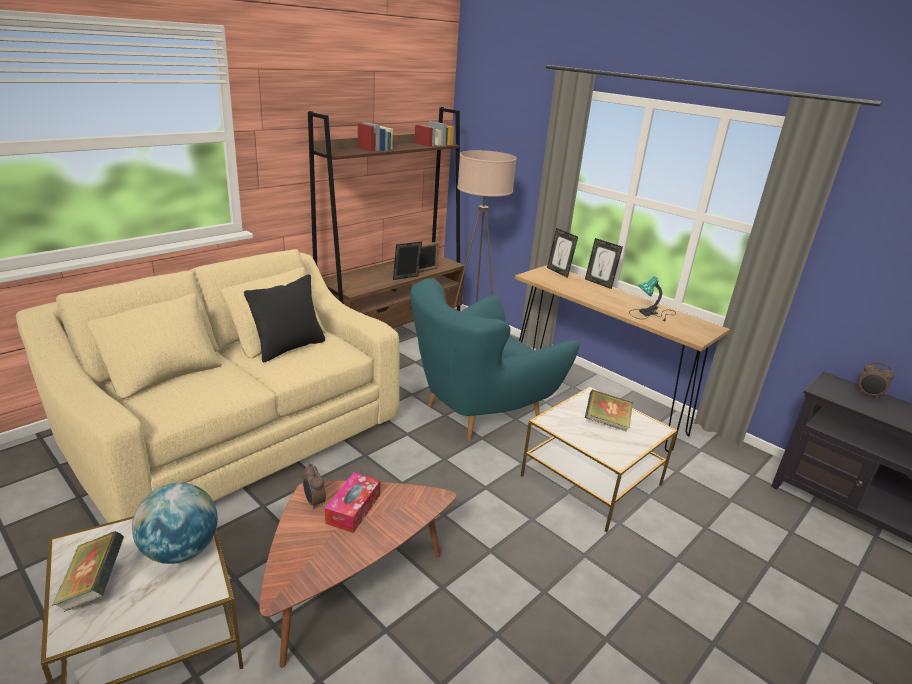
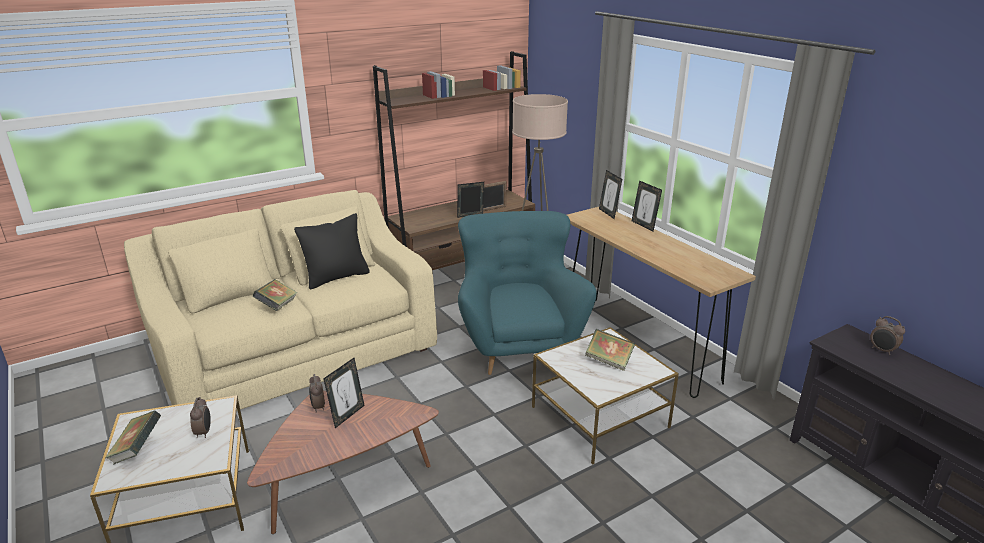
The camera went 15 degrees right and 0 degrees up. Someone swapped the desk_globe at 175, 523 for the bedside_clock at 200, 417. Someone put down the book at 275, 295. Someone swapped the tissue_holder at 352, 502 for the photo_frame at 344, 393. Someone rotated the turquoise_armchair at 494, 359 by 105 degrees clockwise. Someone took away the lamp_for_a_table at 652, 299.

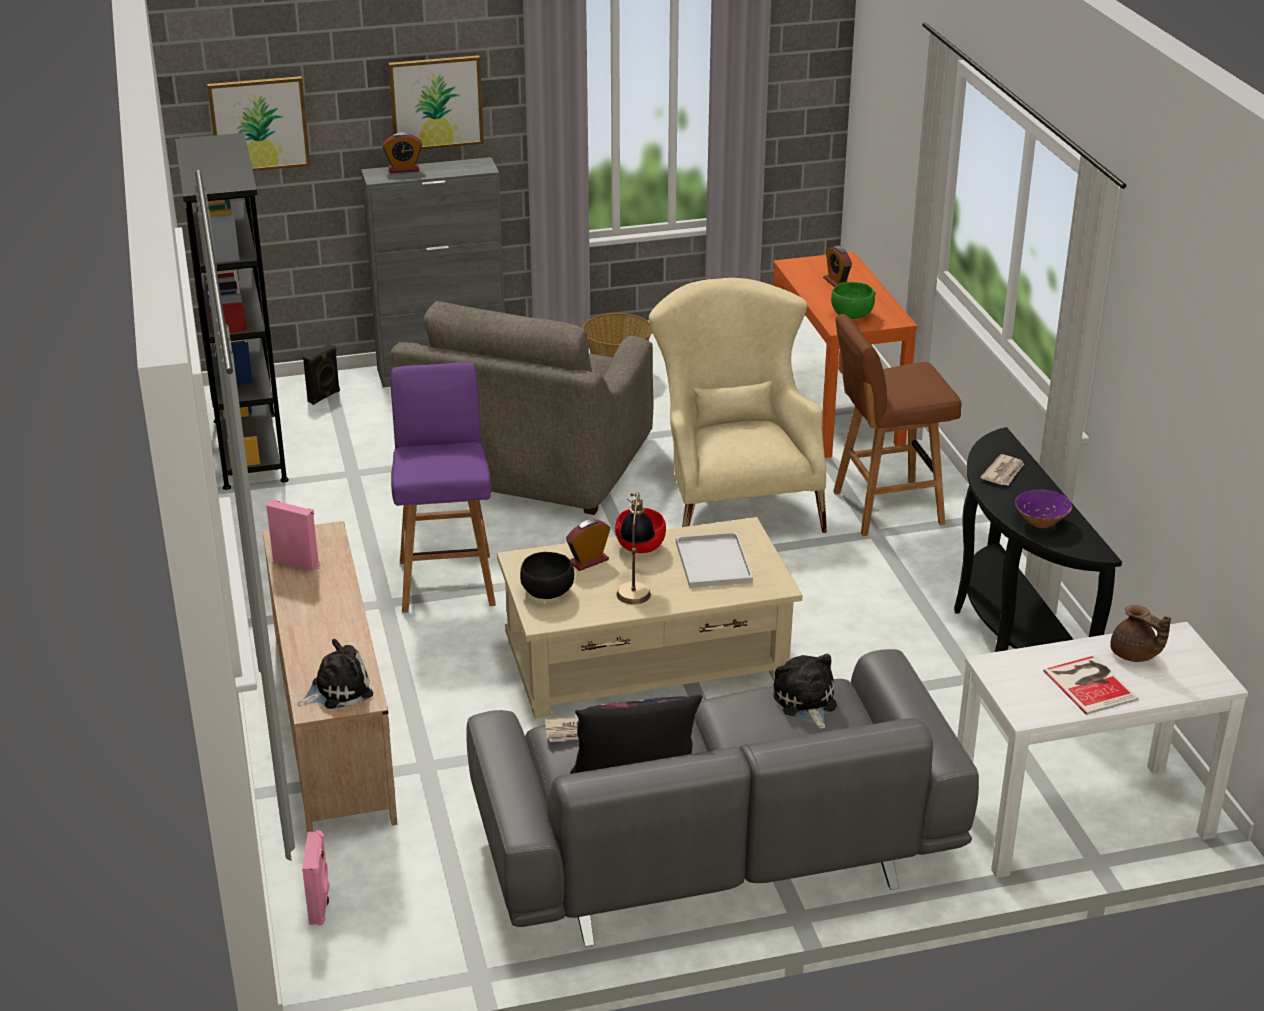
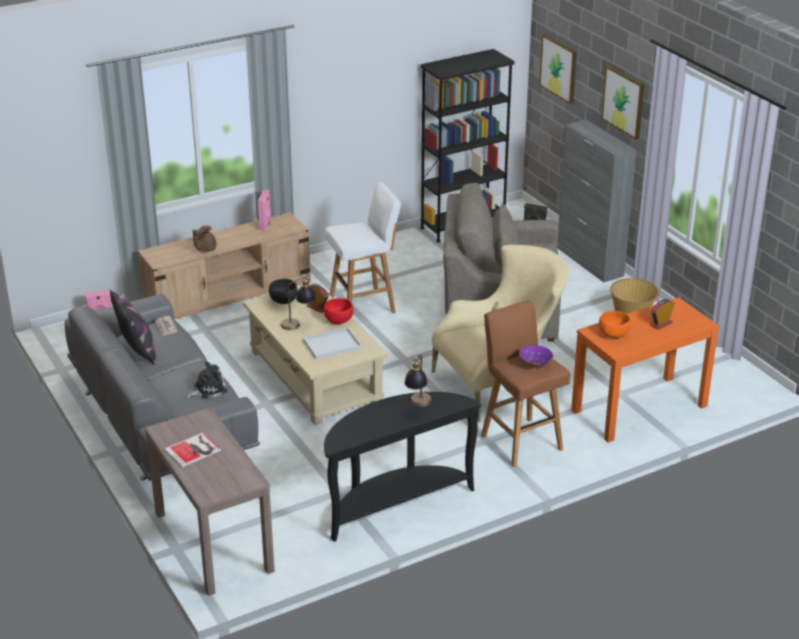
The camera went 75 degrees right and 0 degrees up. Someone repainted the white_narrow_table at 1102, 750, which became the brown_narrow_table at 210, 501. Someone carried the brown_pot_for_tea from 1140, 633 to 204, 239. Someone repainted the purple-coloured_stool at 443, 488, which became the white_stool at 363, 248. Someone swapped the printed_paper at 1002, 469 for the lamp_for_a_table at 418, 381. Someone carried the purple-coloured_serving_bowl from 1043, 509 to 536, 357. Someone repainted the green_serving_bowl at 853, 300, which became the orange-coloured_serving_bowl at 615, 324. Someone took away the soft_toy at 335, 674. Someone took away the bedside_clock at 402, 152.

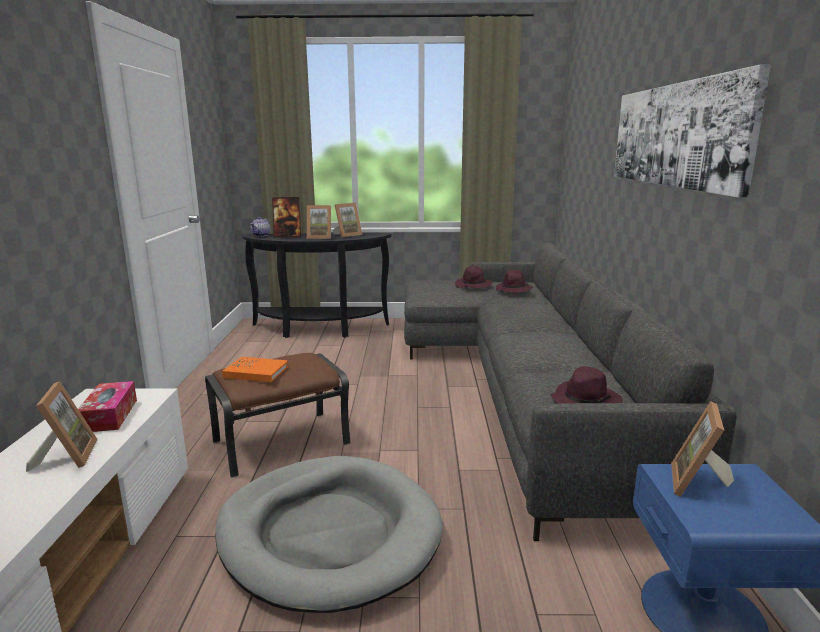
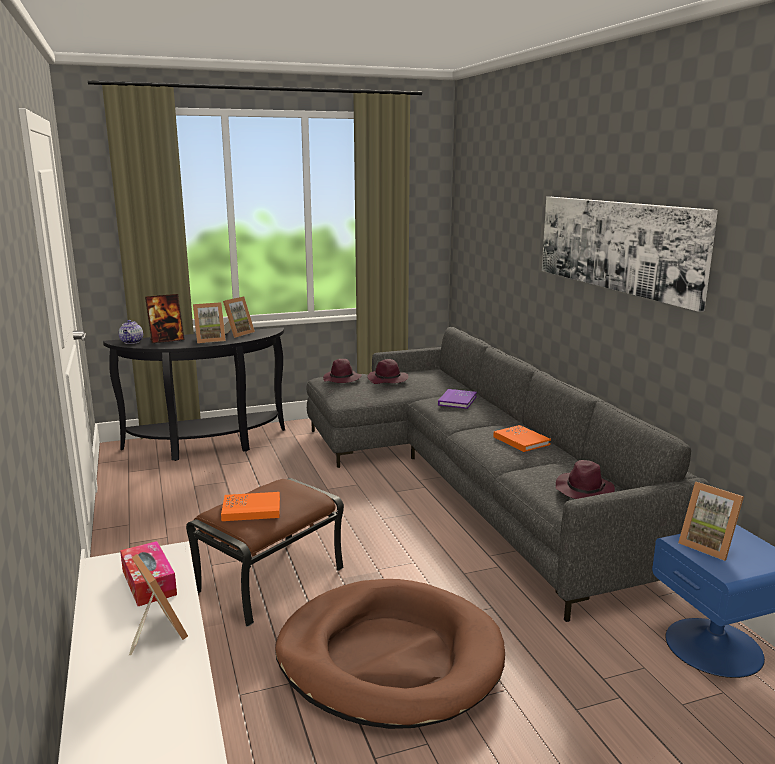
The camera went 20 degrees left and 0 degrees up. Someone repainted the gray_dog_bed at 329, 534, which became the brown_dog_bed at 390, 654. Someone carried the purple-coloured_hat from 514, 281 to 342, 371. Someone put down the purple-coloured_book at 457, 399. Someone put down the orange-coloured_book at 522, 438. Someone rotated the photo_frame at 702, 449 by 45 degrees counterclockwise.

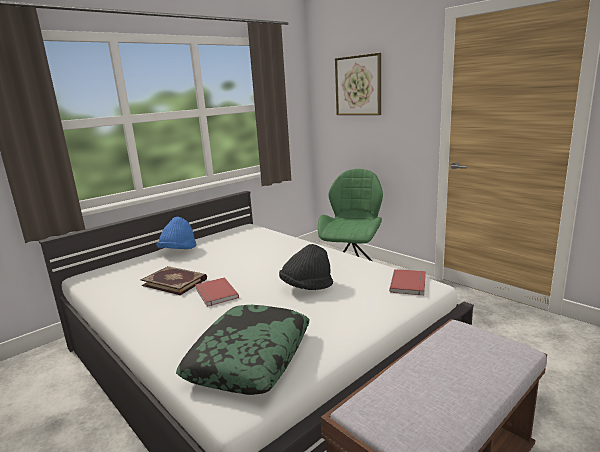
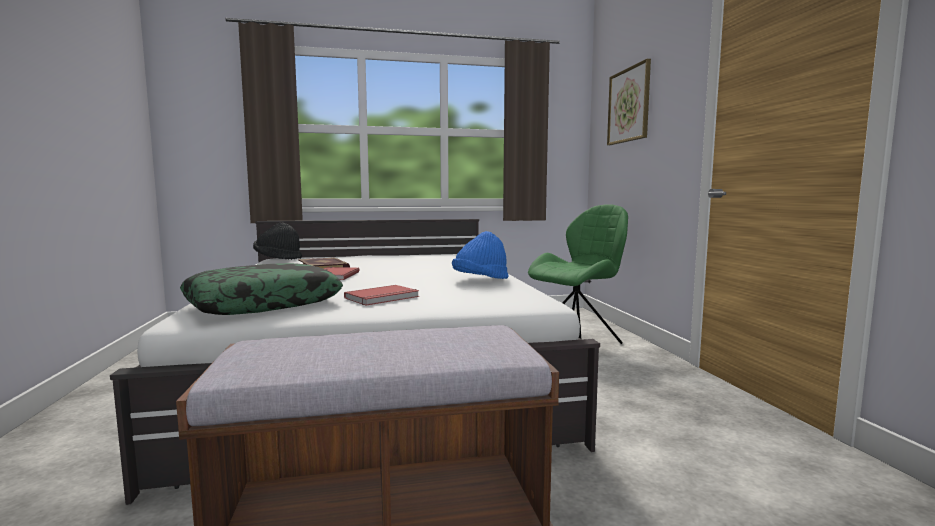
The camera went 30 degrees right and 10 degrees down. Someone carried the black-coloured_hat from 306, 267 to 277, 241. Someone carried the red_book from 407, 282 to 381, 295. Someone carried the bluish_hat from 176, 233 to 480, 255.

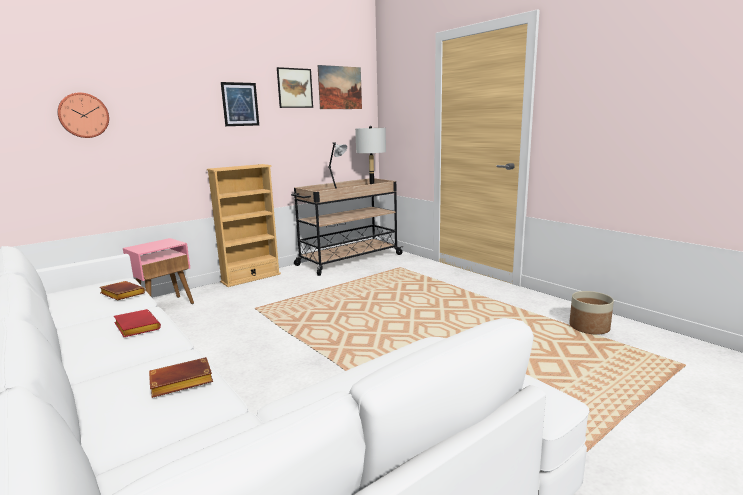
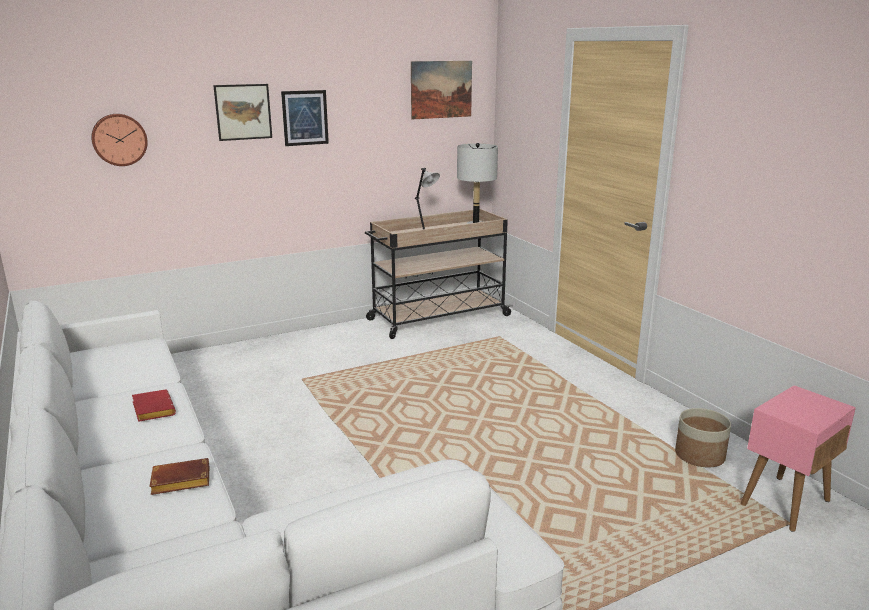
The camera went 10 degrees right and 5 degrees up. Someone carried the wall_picture from 295, 87 to 242, 112. Someone carried the pink_accent_table from 158, 271 to 798, 458. Someone took away the brown_book at 122, 290. Someone took away the sand-coloured_shelving_unit at 244, 225.

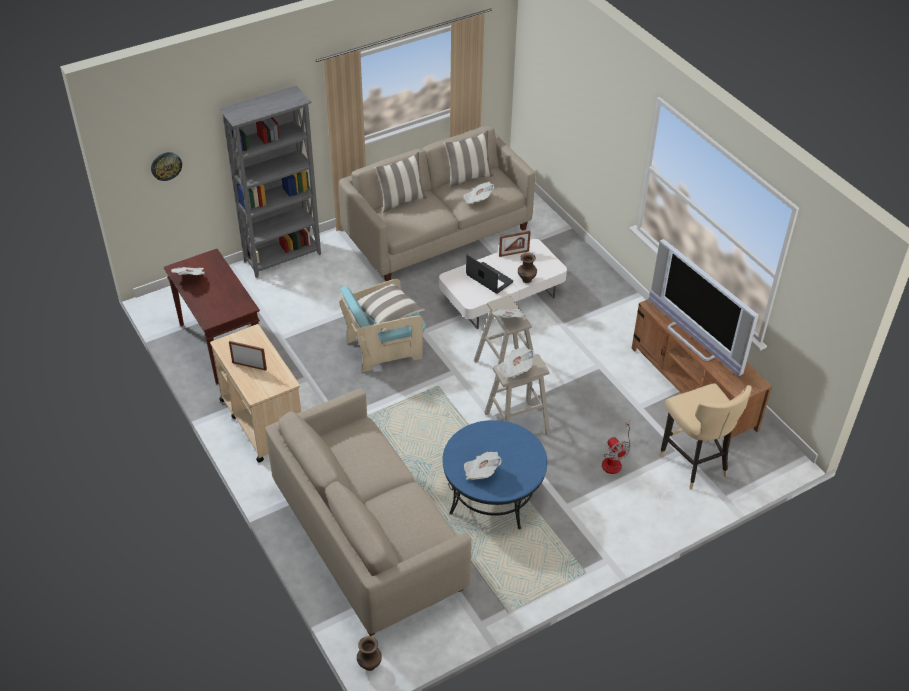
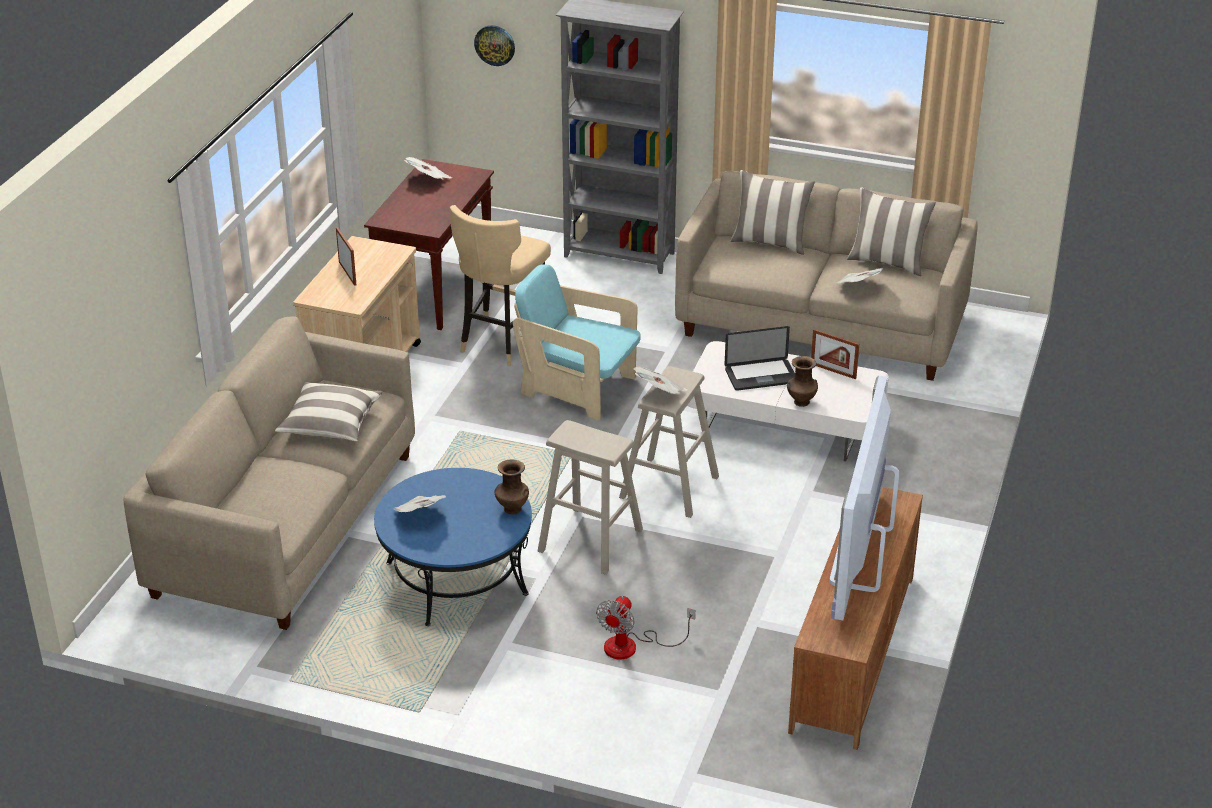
The camera went 50 degrees right and 10 degrees down. Someone carried the throw_pillow from 390, 308 to 328, 411. Someone carried the sand-coloured_stool from 705, 436 to 500, 285. Someone carried the brown_decorative_vase from 369, 653 to 511, 487. Someone rotated the notebook_computer at 489, 274 by 75 degrees clockwise. Someone took away the printed_paper at 515, 363.

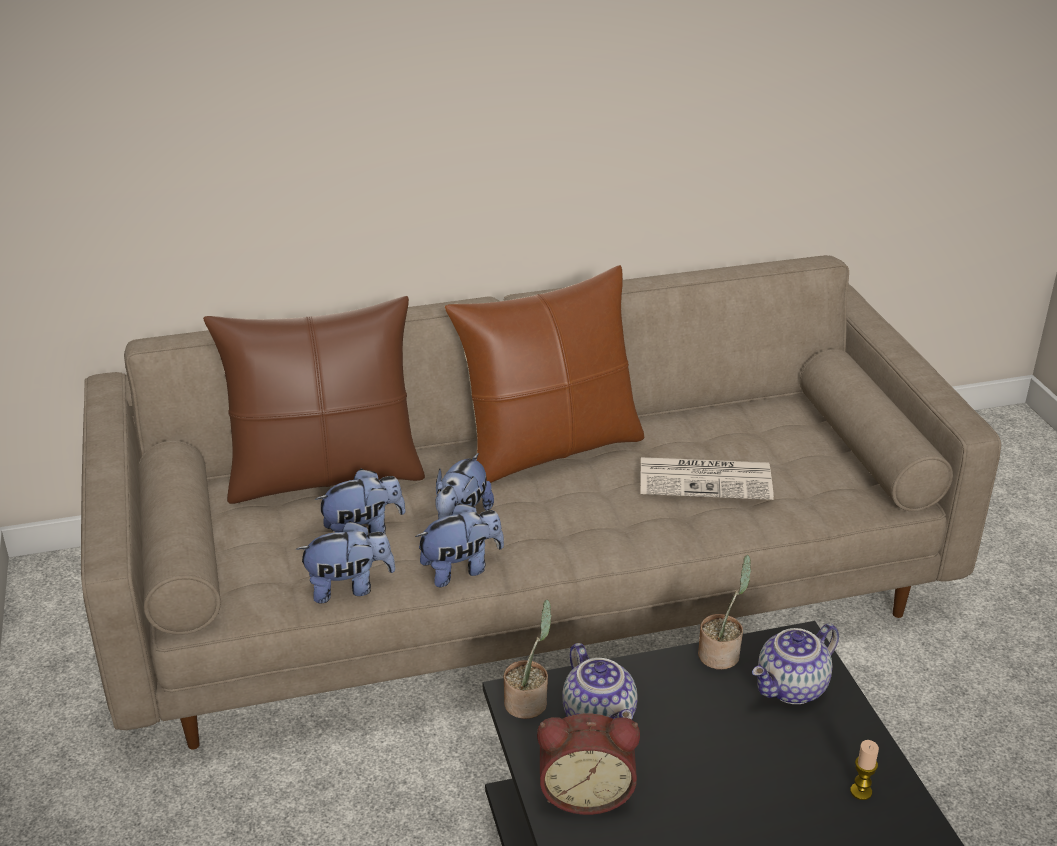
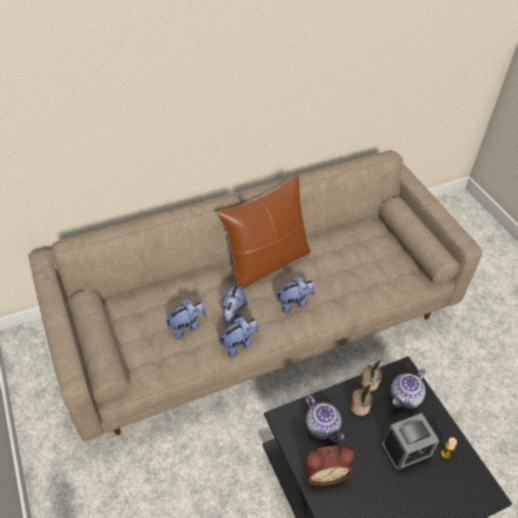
The camera went 10 degrees left and 15 degrees up. Someone carried the soft_toy from 346, 562 to 295, 295. Someone carried the potted_plant from 528, 659 to 364, 392. Someone put down the bedside_clock at 410, 442. Someone took away the brown_throw_pillow at 314, 400. Someone took away the printed_paper at 707, 478.

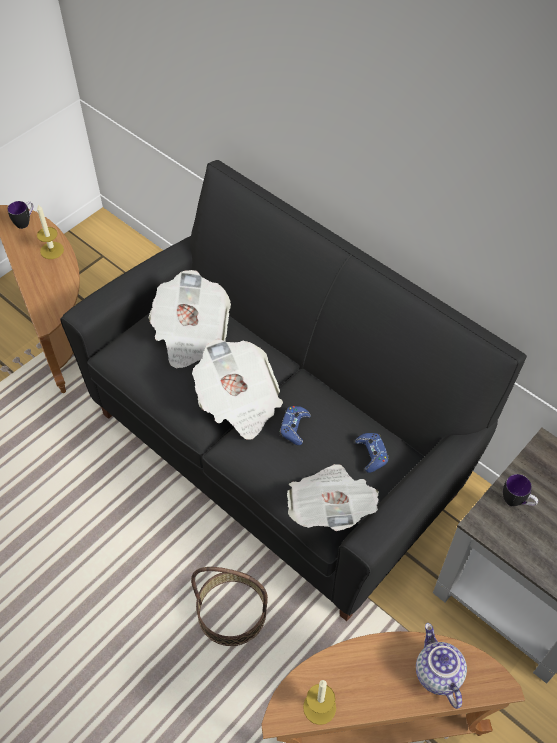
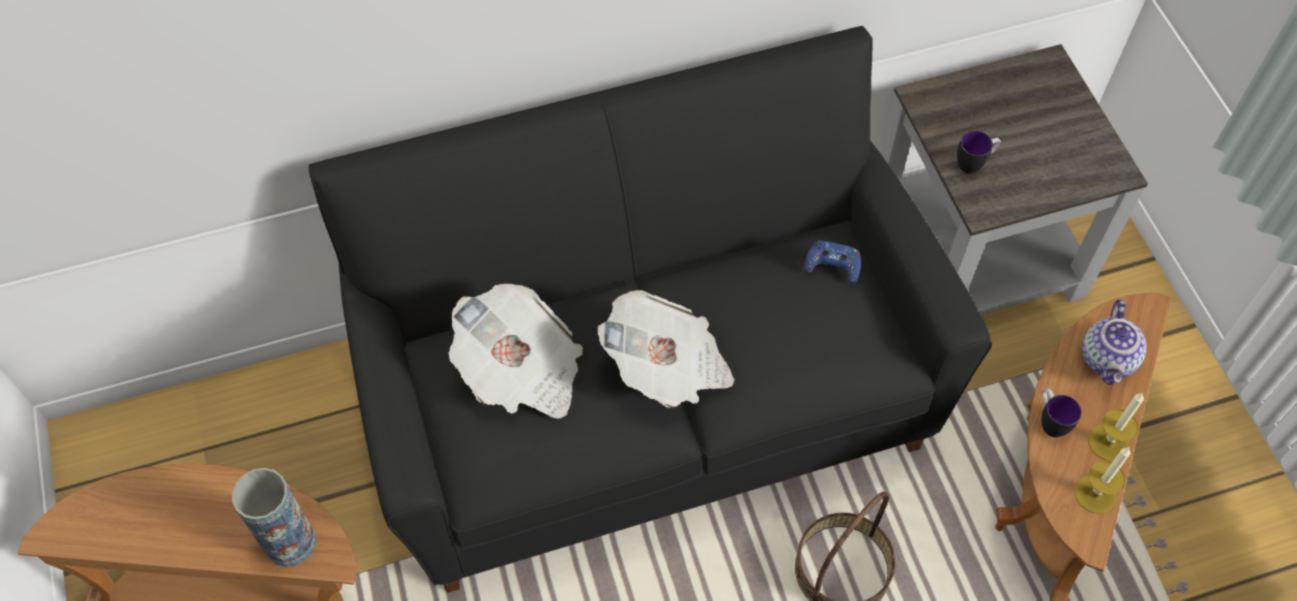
The camera went 60 degrees left and 5 degrees up. Someone put down the decorative_vase at 274, 517. Someone carried the tea_mug from 20, 215 to 1061, 412. Someone rotated the pot_for_tea at 441, 666 by 90 degrees counterclockwise. Someone carried the wax_candle from 50, 232 to 1116, 427. Someone took away the bluish_gamepad at 295, 425. Someone took away the printed_paper at 333, 497.

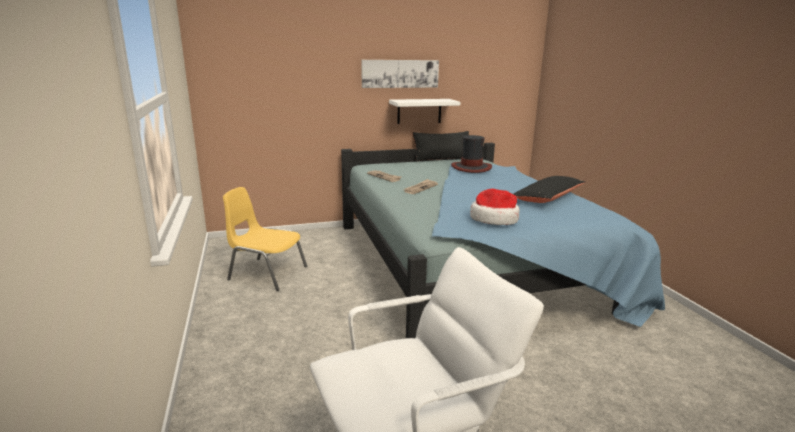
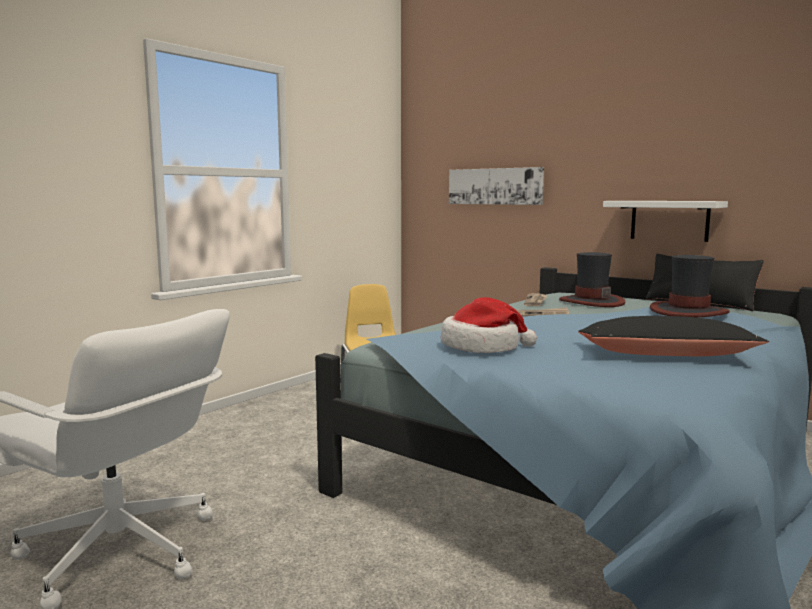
The camera went 55 degrees right and 10 degrees down. Someone carried the wall_picture from 400, 74 to 496, 186. Someone put down the hat at 592, 279.

